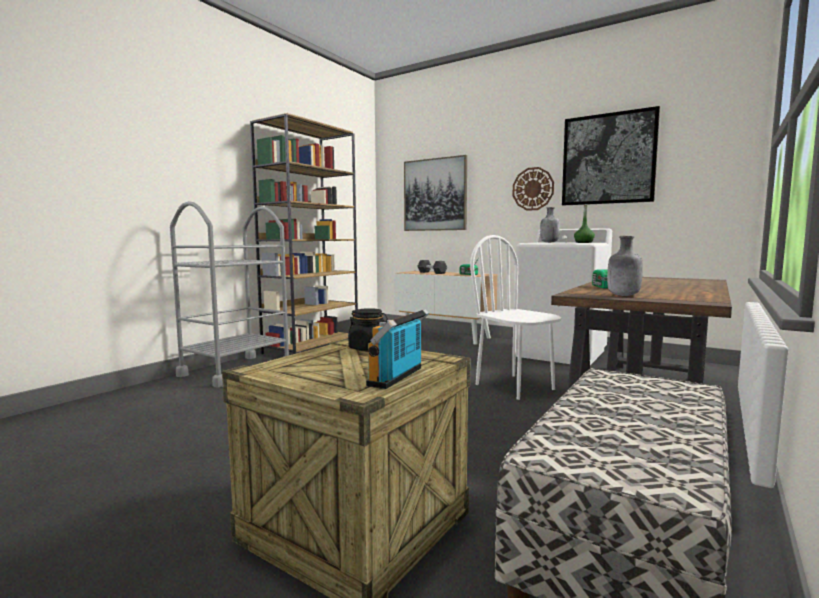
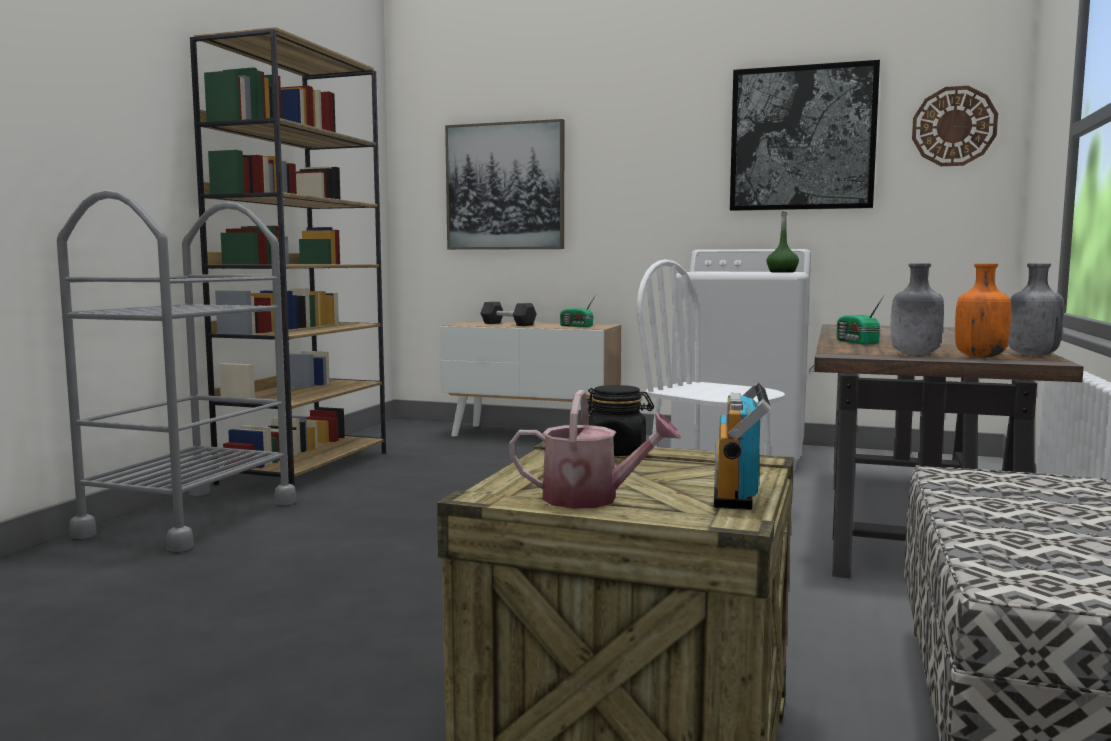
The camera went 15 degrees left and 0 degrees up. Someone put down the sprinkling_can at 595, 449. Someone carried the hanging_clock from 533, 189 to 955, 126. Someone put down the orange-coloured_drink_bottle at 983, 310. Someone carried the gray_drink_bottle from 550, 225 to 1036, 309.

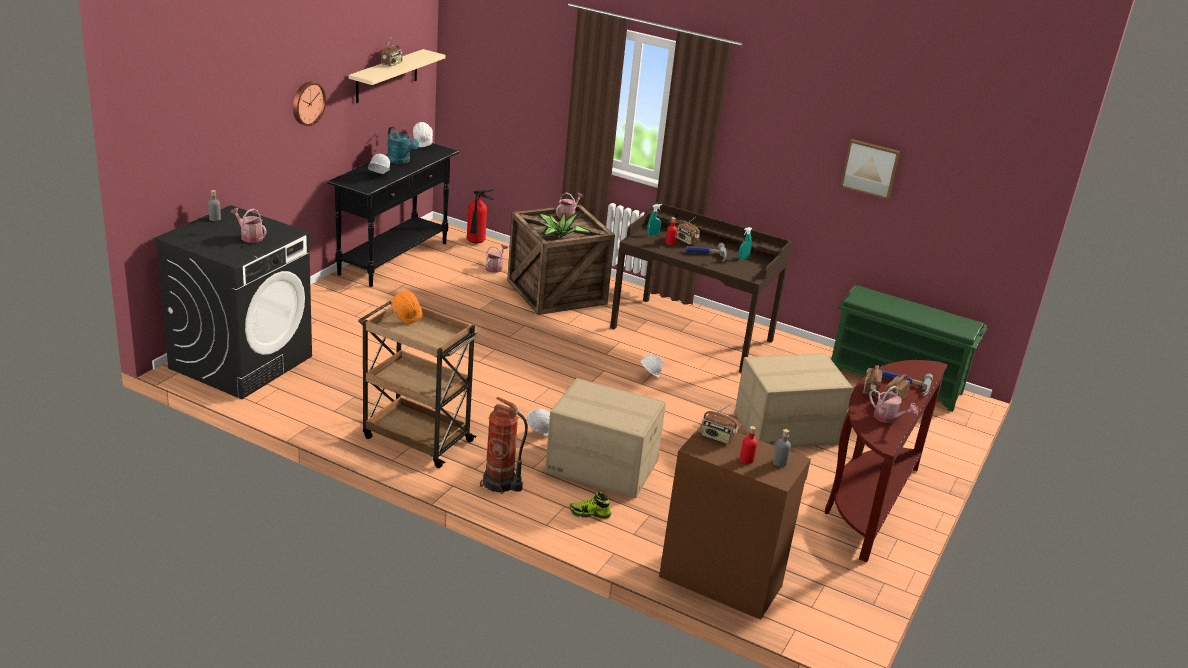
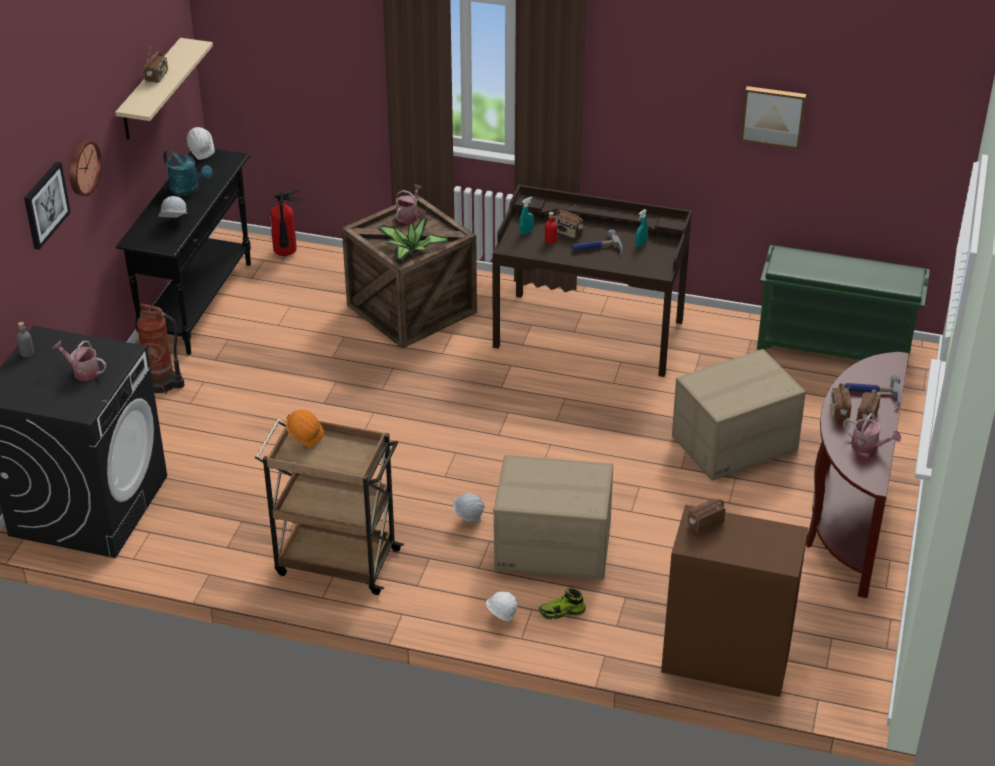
The camera went 10 degrees left and 10 degrees up. Someone put up the wall_picture at 47, 205. Someone carried the fire_extinguisher from 504, 445 to 161, 348. Someone carried the white_safety_helmet from 651, 365 to 501, 606. Someone rotated the radio_set at 719, 424 by 135 degrees clockwise. Someone took away the sprinkling_can at 497, 259. Someone took away the red_drink_bottle at 748, 445. Someone took away the gray_drink_bottle at 782, 448.

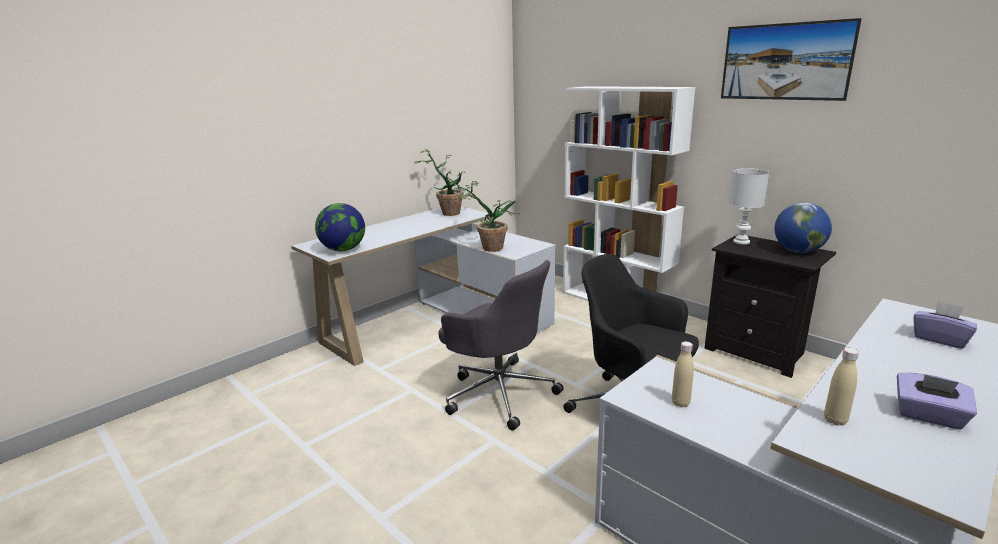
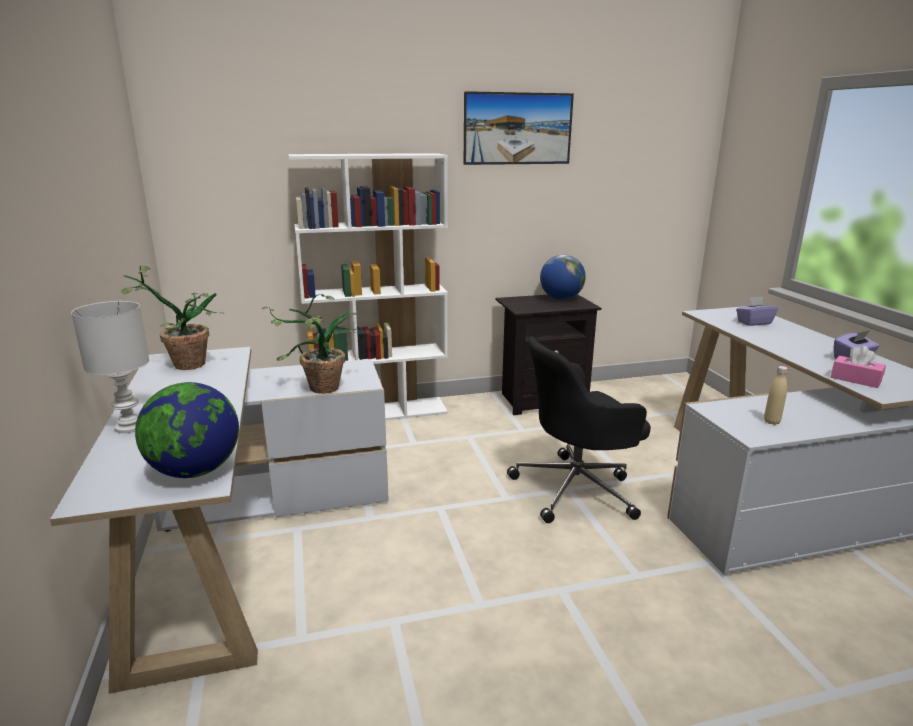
The camera went 60 degrees left and 0 degrees up. Someone carried the white_lamp_for_a_table from 749, 206 to 110, 367. Someone swapped the sand-coloured_drink_bottle at 841, 387 for the pink_tissue_holder at 858, 367. Someone took away the gray_computer_chair at 501, 345.

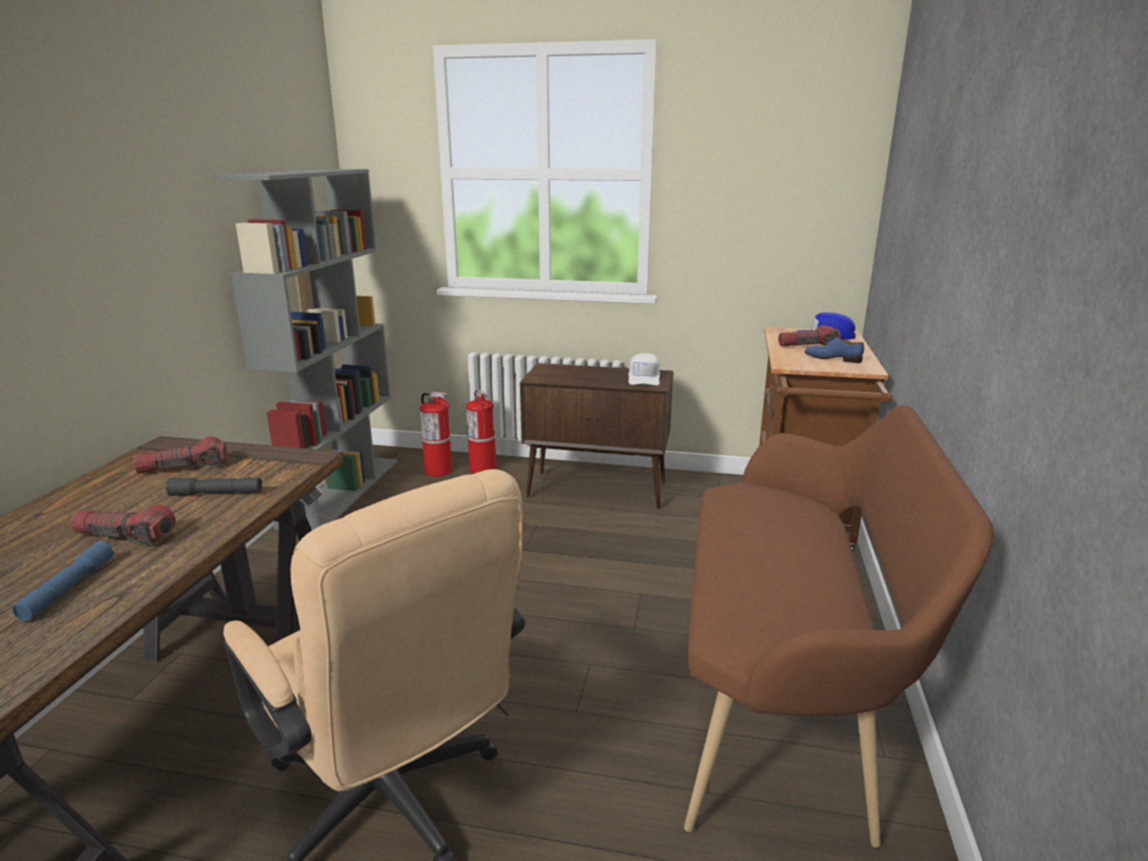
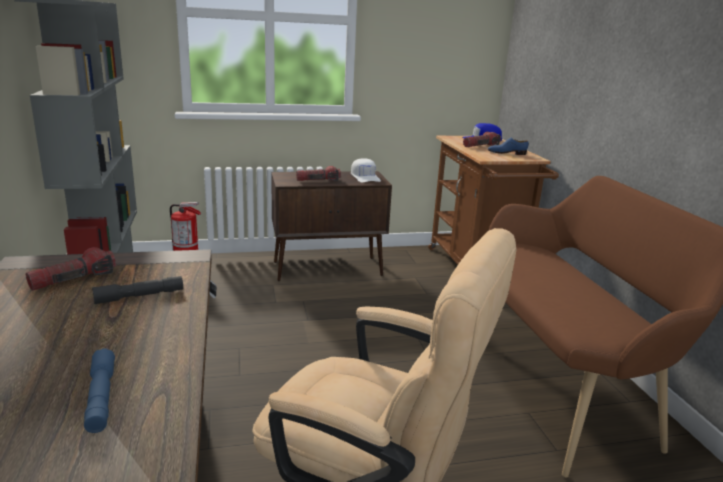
The camera went 25 degrees left and 0 degrees up. Someone carried the torch from 122, 524 to 318, 173. Someone took away the fire_extinguisher at 481, 432.

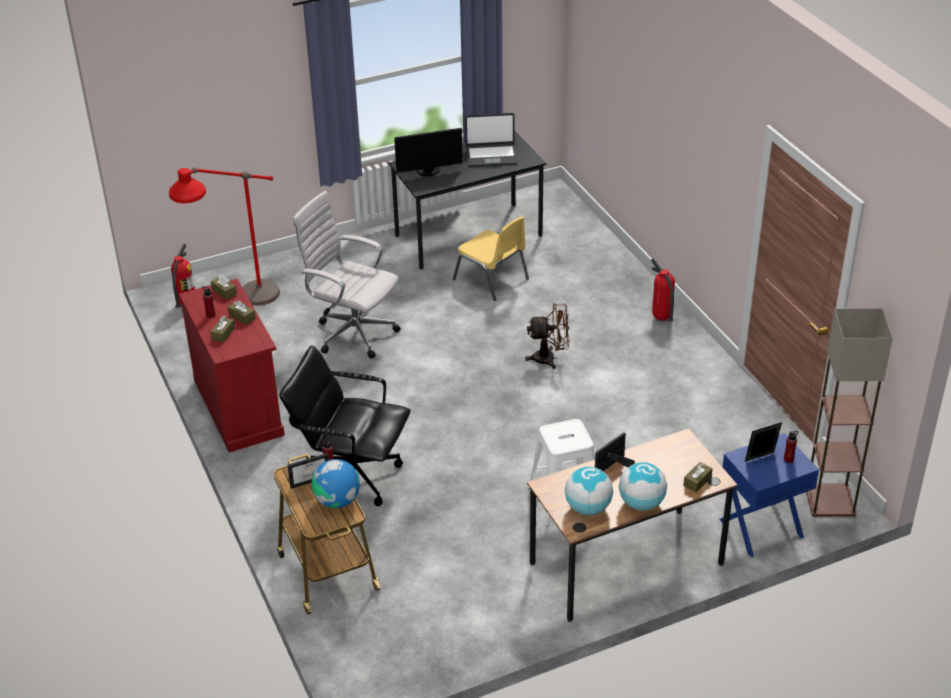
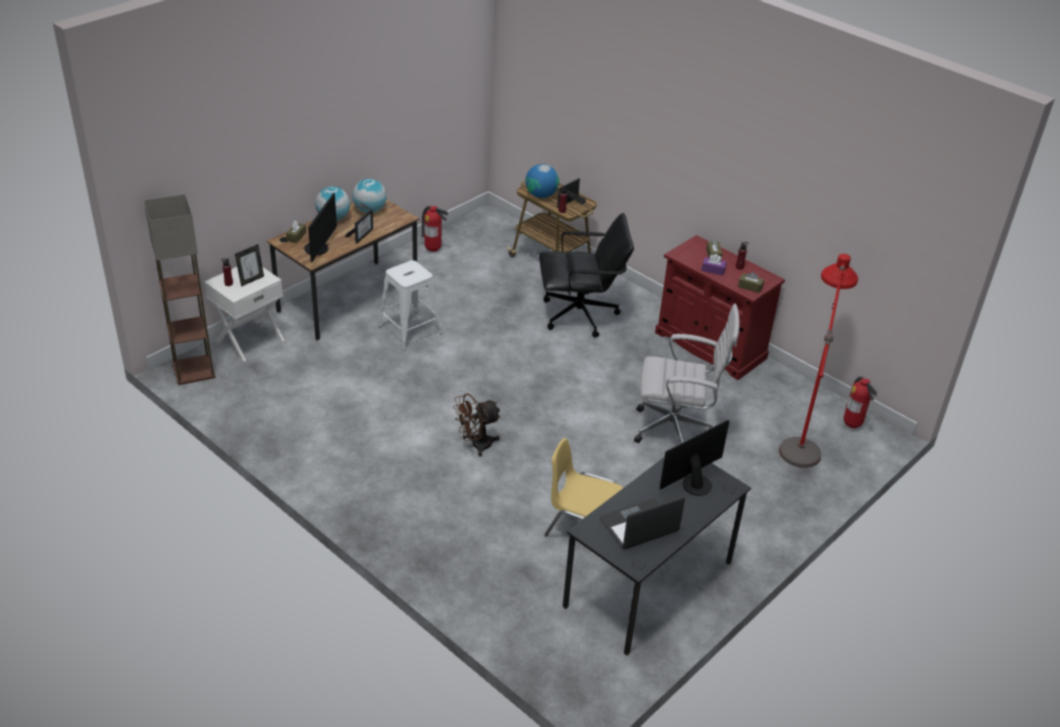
The camera went 155 degrees right and 0 degrees up. Someone repainted the bluish_night_table at 769, 495, which became the white_night_table at 244, 314. Someone put down the computer_screen at 320, 227. Someone carried the fire_extinguisher from 663, 290 to 434, 229. Someone repainted the brown_tissue_holder at 242, 312, which became the purple-coloured_tissue_holder at 714, 265.

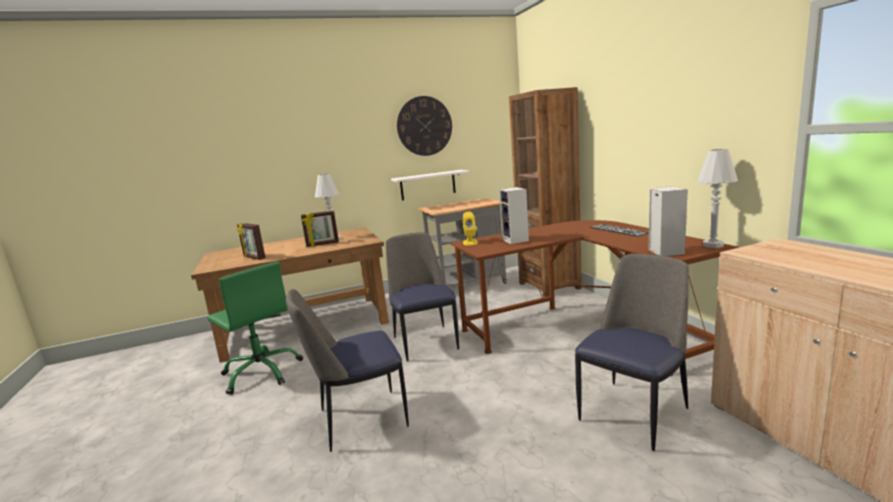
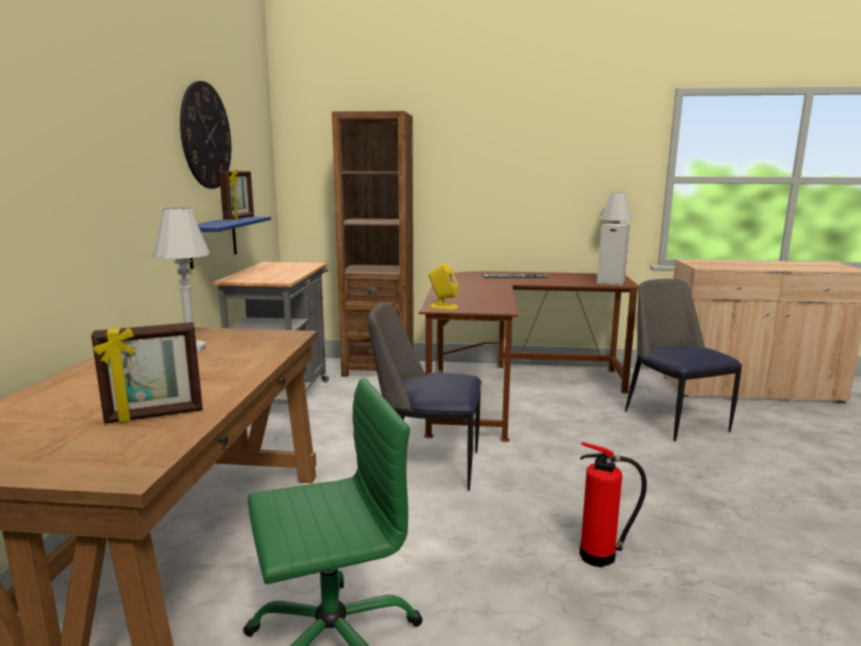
The camera went 65 degrees left and 0 degrees up. Someone repainted the white_shelf at 430, 185, which became the bluish_shelf at 230, 242. Someone carried the photo_frame from 320, 228 to 236, 194. Someone swapped the plain_chair at 347, 370 for the fire_extinguisher at 613, 504. Someone took away the loudspeaker at 514, 215.

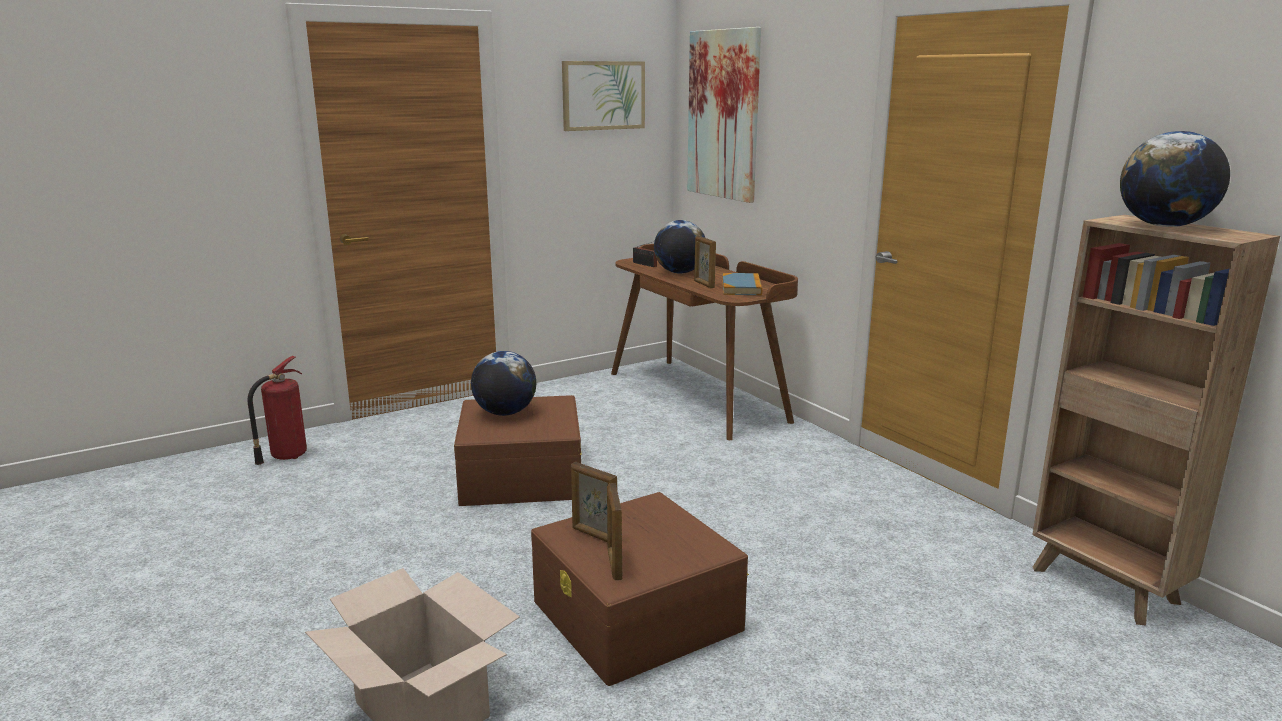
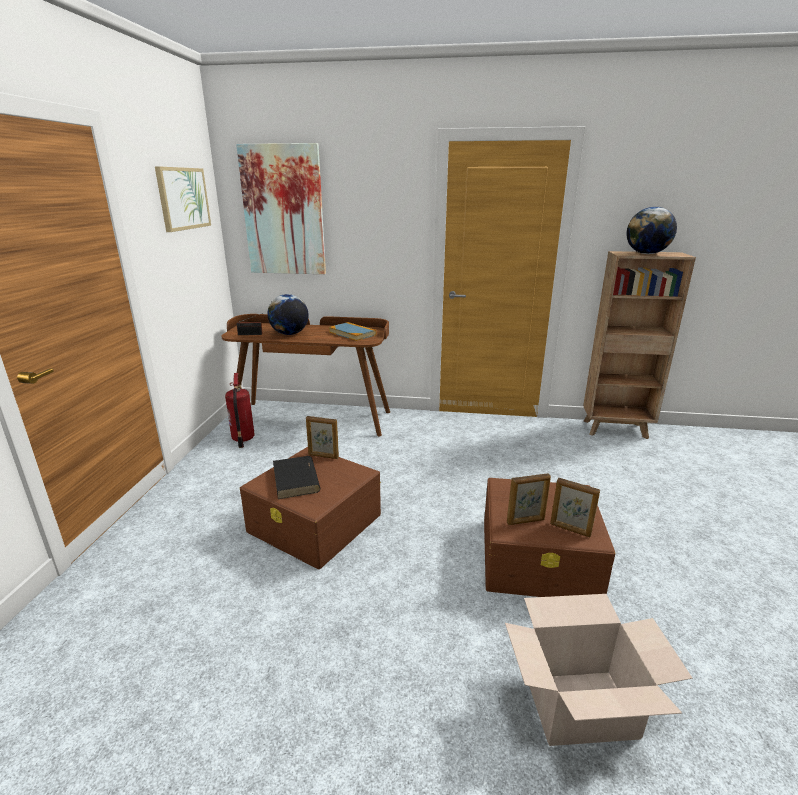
The camera went 50 degrees left and 5 degrees up. Someone carried the fire_extinguisher from 277, 410 to 240, 410. Someone swapped the desk_globe at 503, 383 for the black-coloured_book at 296, 477. Someone carried the photo_frame from 705, 262 to 322, 437.

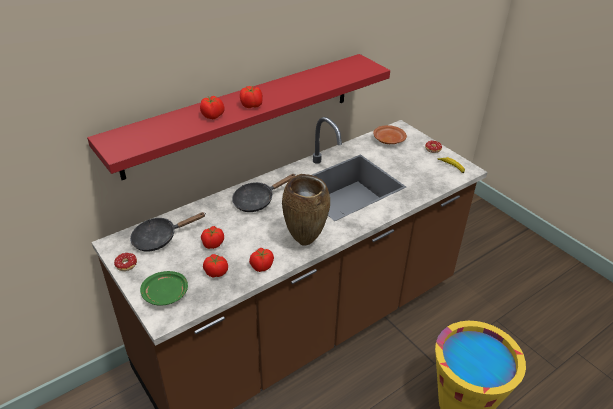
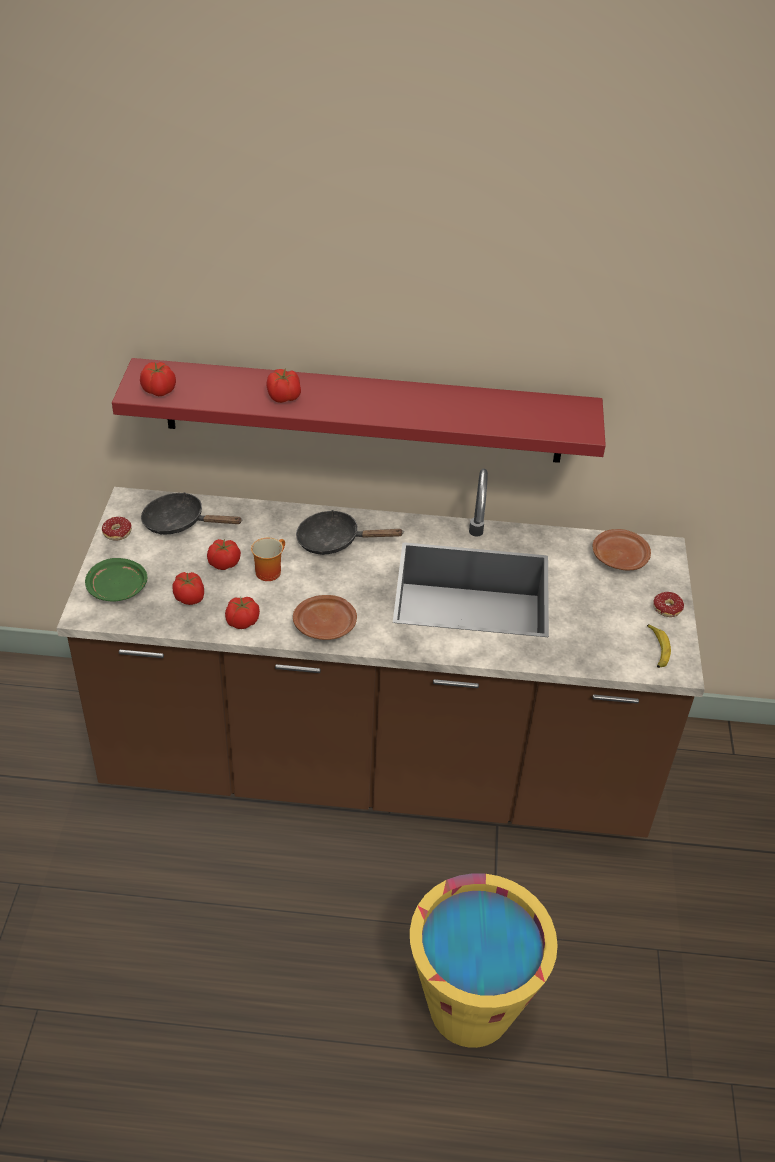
The camera went 40 degrees right and 5 degrees up. Someone carried the tomato from 251, 97 to 158, 379. Someone put down the tea_mug at 268, 559. Someone swapped the brown_decorative_vase at 306, 210 for the brown_flat_dish at 325, 617.

